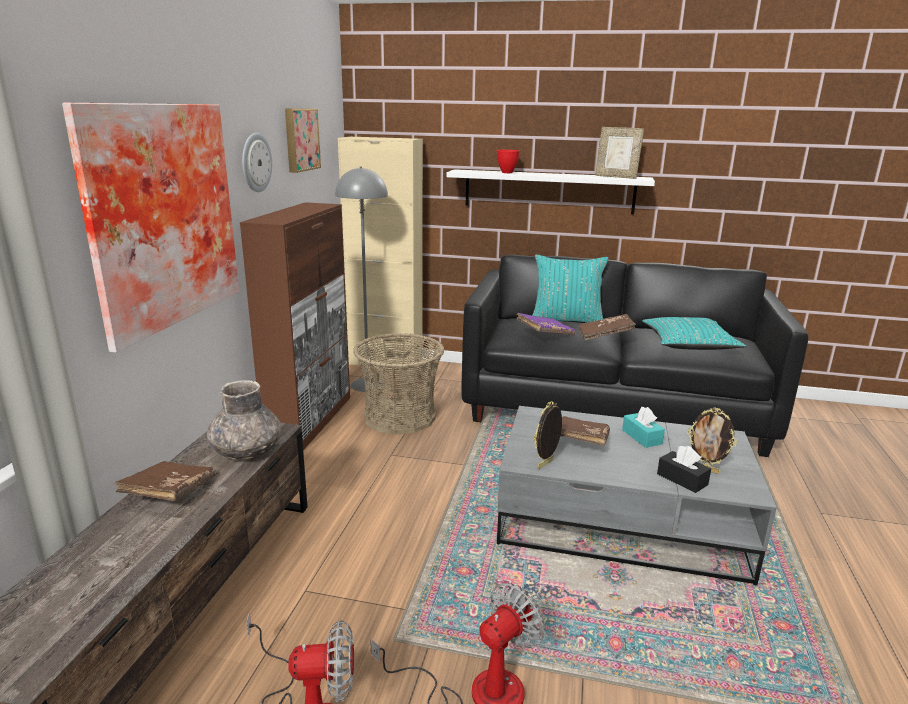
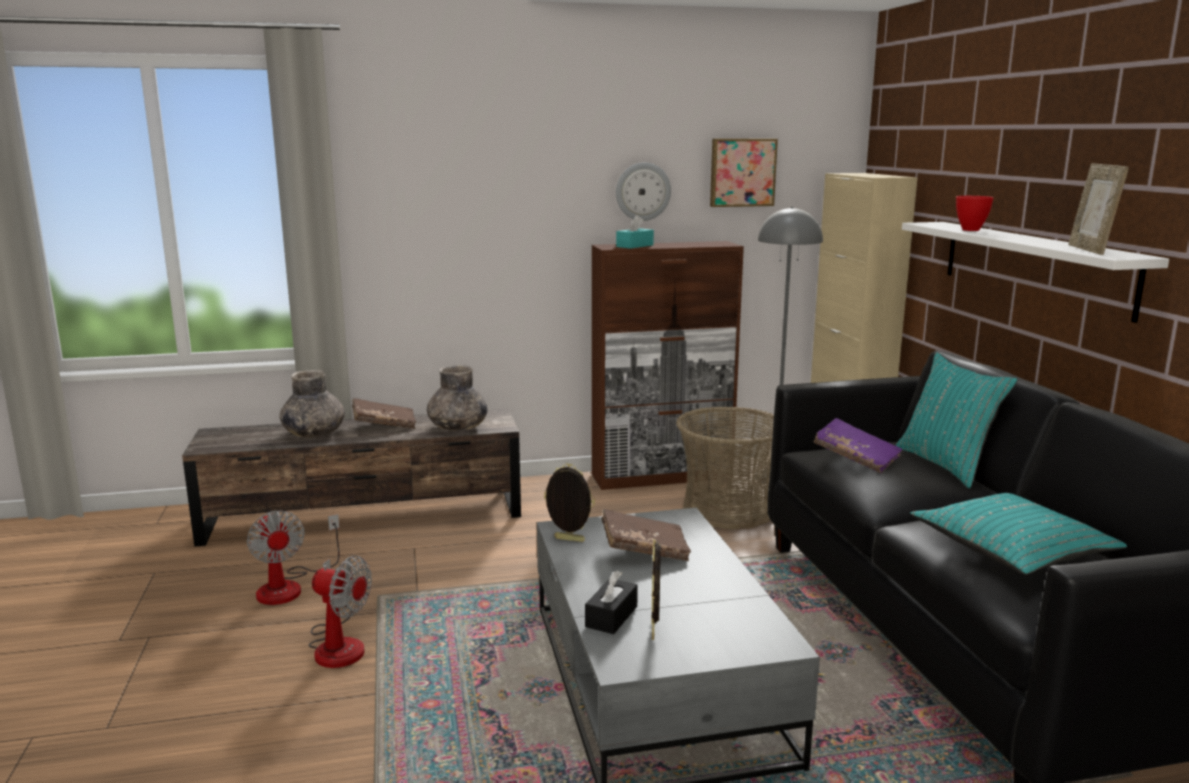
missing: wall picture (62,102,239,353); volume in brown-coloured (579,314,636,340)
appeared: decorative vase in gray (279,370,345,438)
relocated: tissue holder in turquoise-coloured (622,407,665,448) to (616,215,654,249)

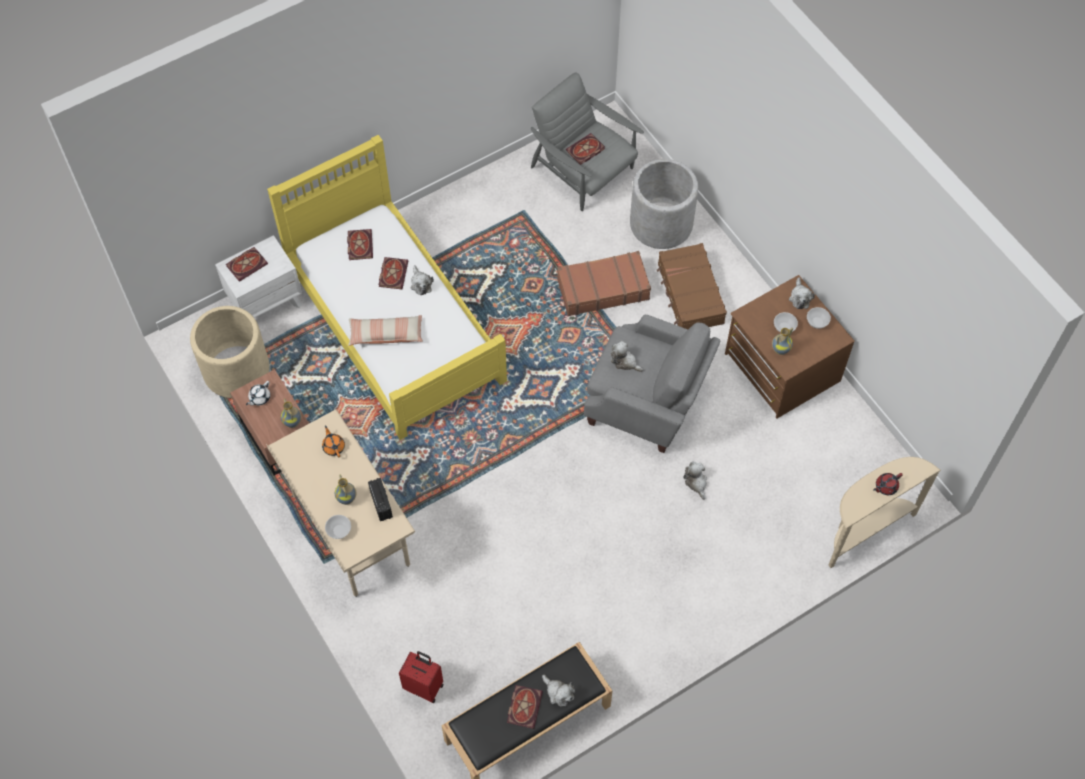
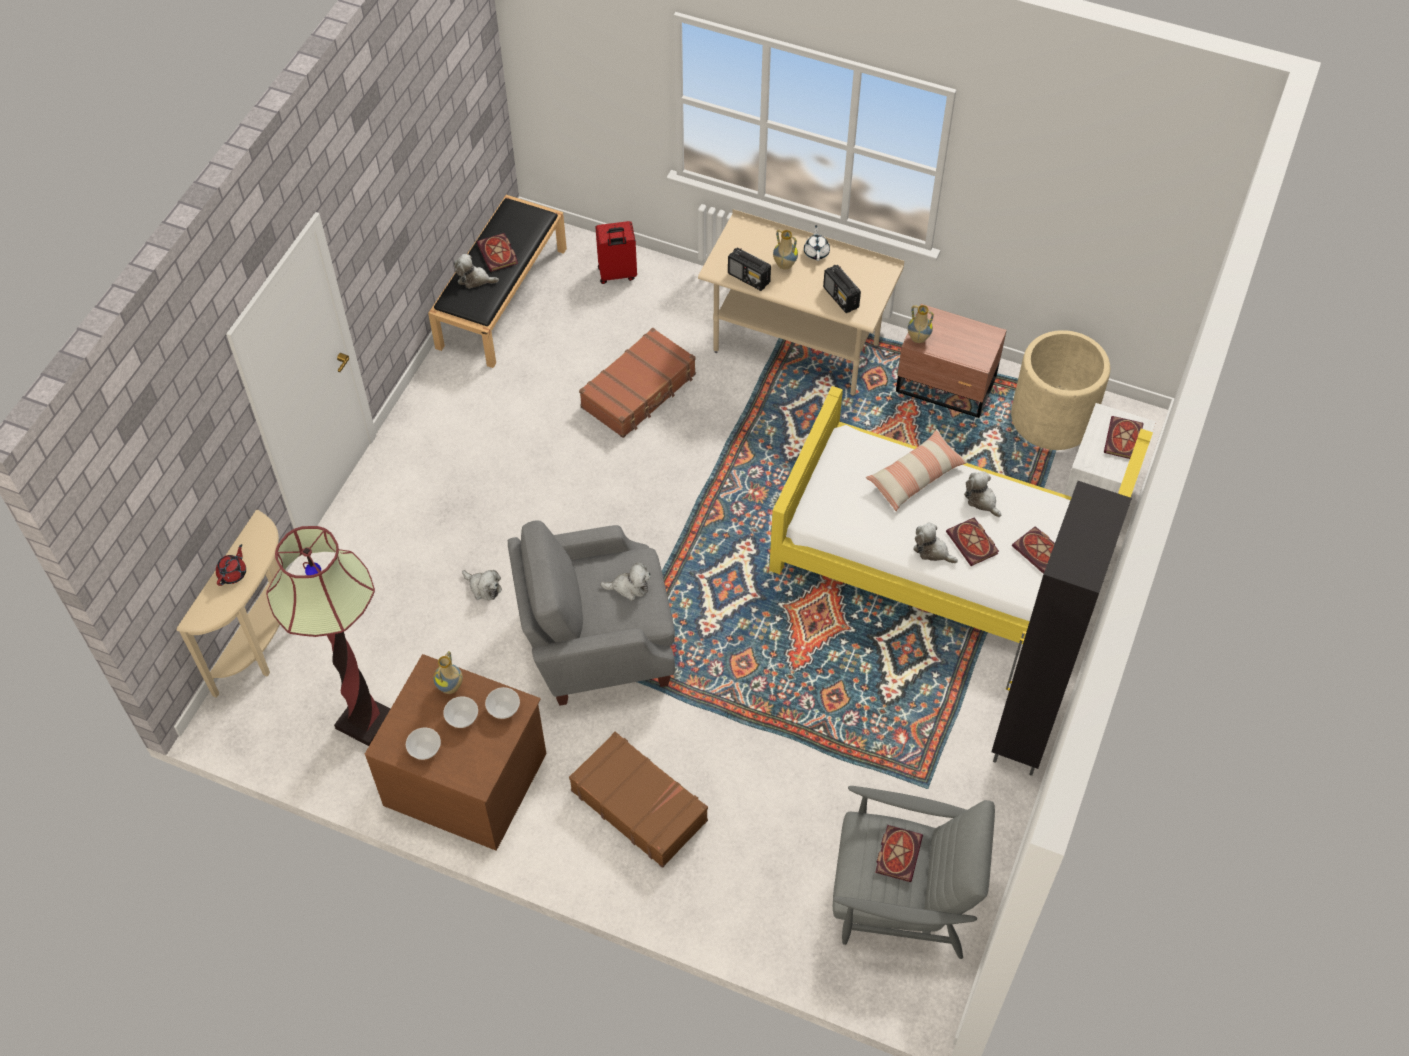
missing: planter in gray (630,159,698,249)
appeared: standing lamp (266,526,390,746); storage cabinet in blackish (991,481,1132,776)
relocated: pot for tea in whitish (246,381,270,406) to (804,225,830,261); bowl (325,515,351,539) to (485,687,520,719); travel case in brown-coloured (557,251,651,316) to (579,328,696,438); soft toy (789,277,815,309) to (964,471,1001,517)
exchanged: pot for tea in orangey (322,425,345,457) to radio set (823,265,861,313)

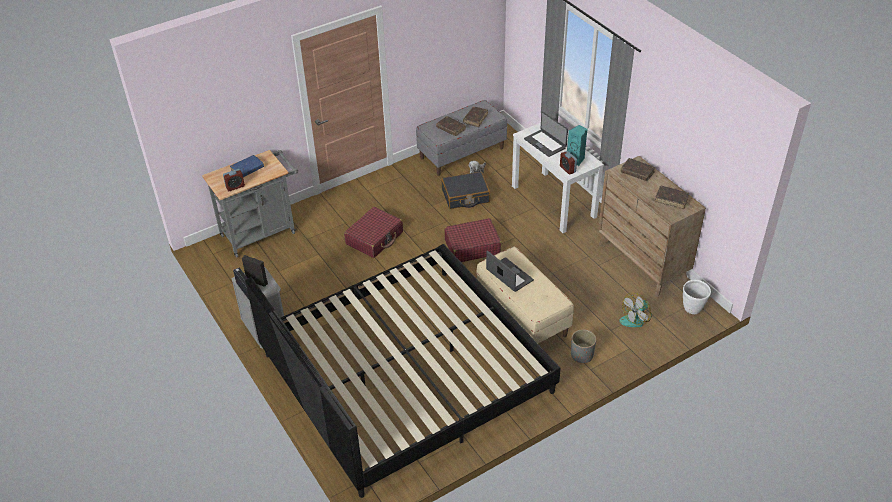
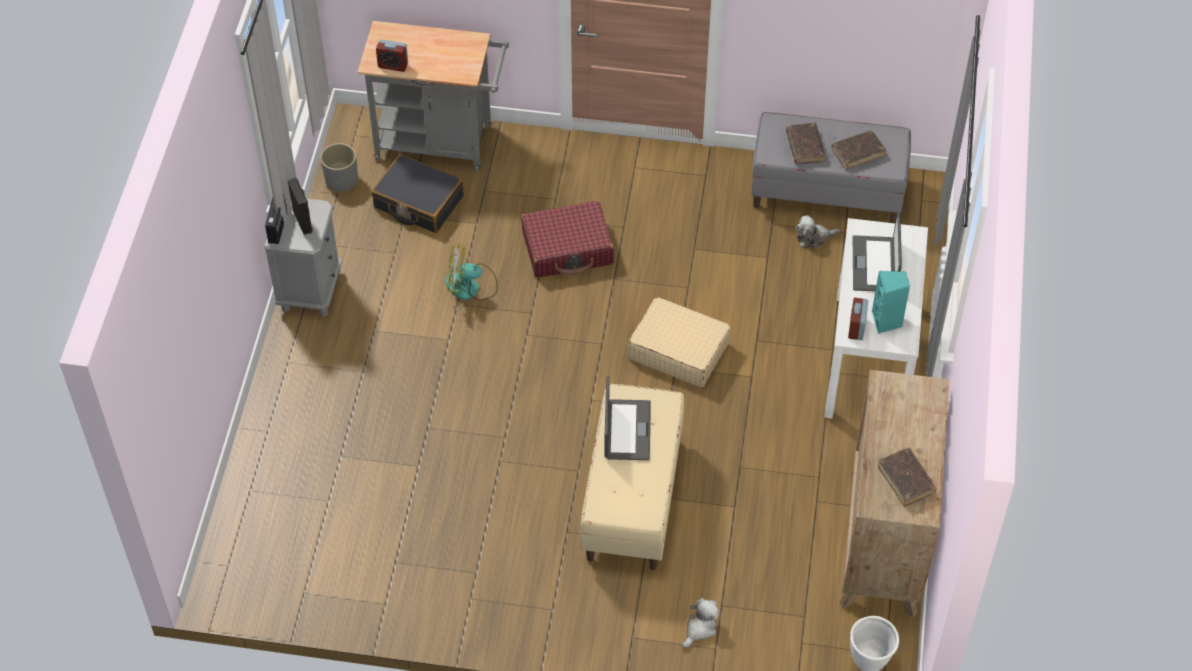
missing: volume in blue (230,155,264,177); bedroom bed (245,244,561,498); volume in brown-coloured (620,158,655,181)
appeared: soft toy (682,598,719,648)
relocated: travel case in blackish (441,172,490,209) to (372,154,464,233); planter in gray (571,329,596,363) to (320,143,358,193); cooling fan (619,293,652,327) to (445,243,498,301)
colour: travel case in reddish (444,218,501,262) to travel case in sand-coloured (628,297,731,387)

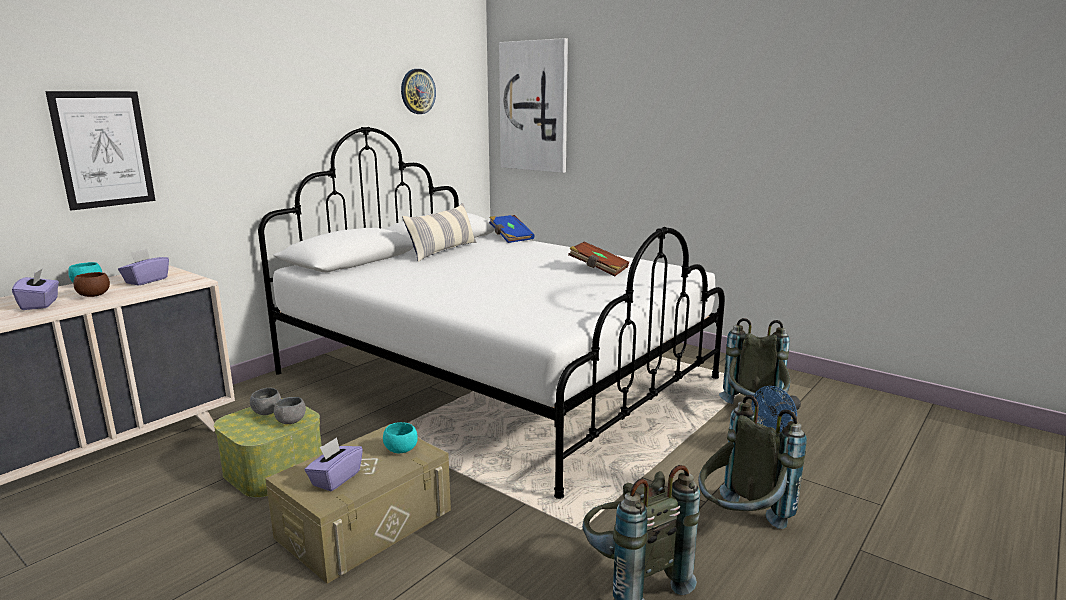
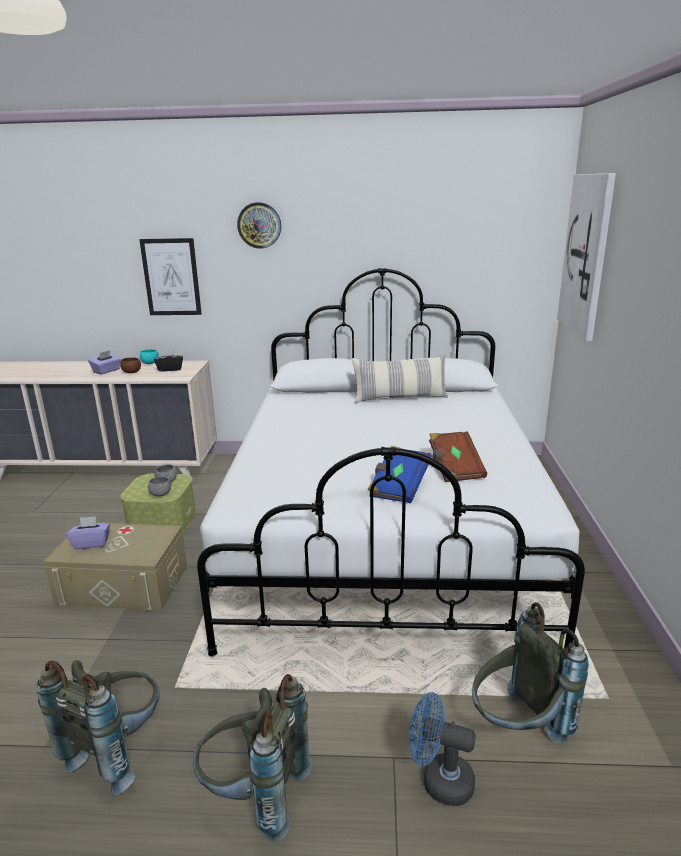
missing: bowl in turquoise-coloured (383,422,418,454)
relocated: wall clock (401,69,436,114) to (237,202,281,249); volume in blue (489,215,535,243) to (367,446,432,504)
colour: tissue holder in purplish (118,249,169,285) to tissue holder in blackish (154,348,183,372)

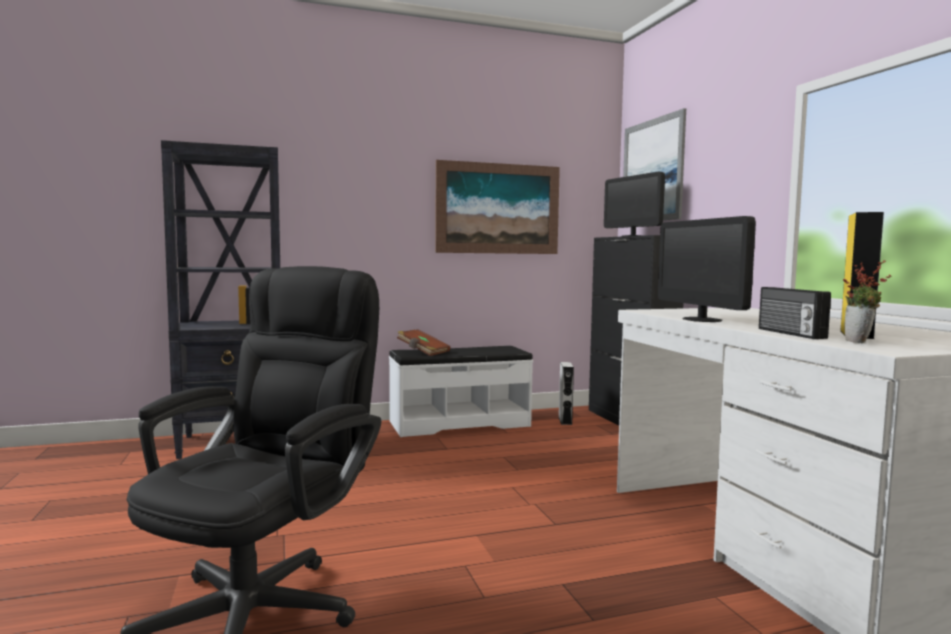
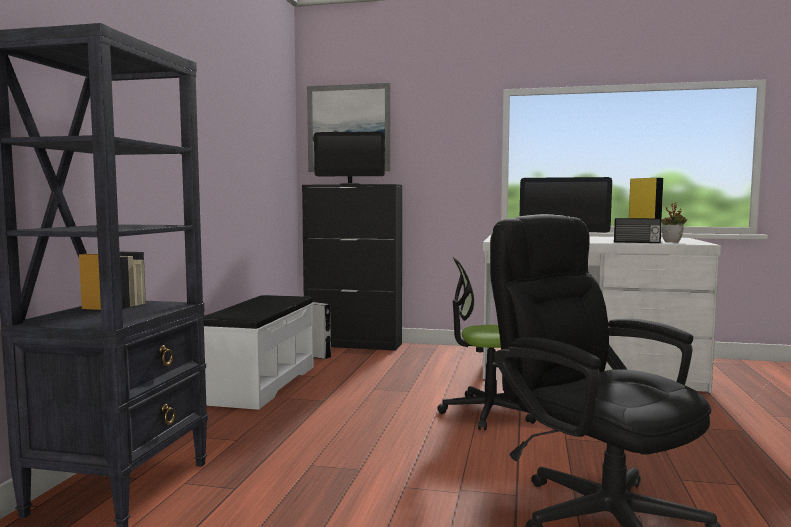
missing: volume in brown-coloured (397,329,450,356); wall picture (435,160,560,254)
appeared: office chair (438,257,536,430)

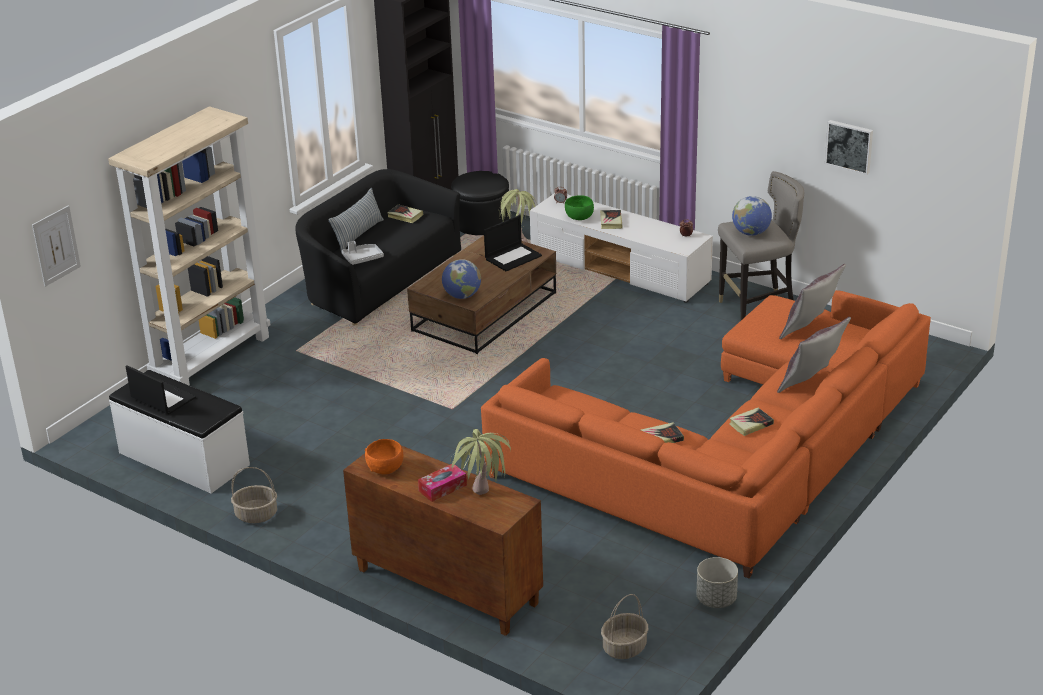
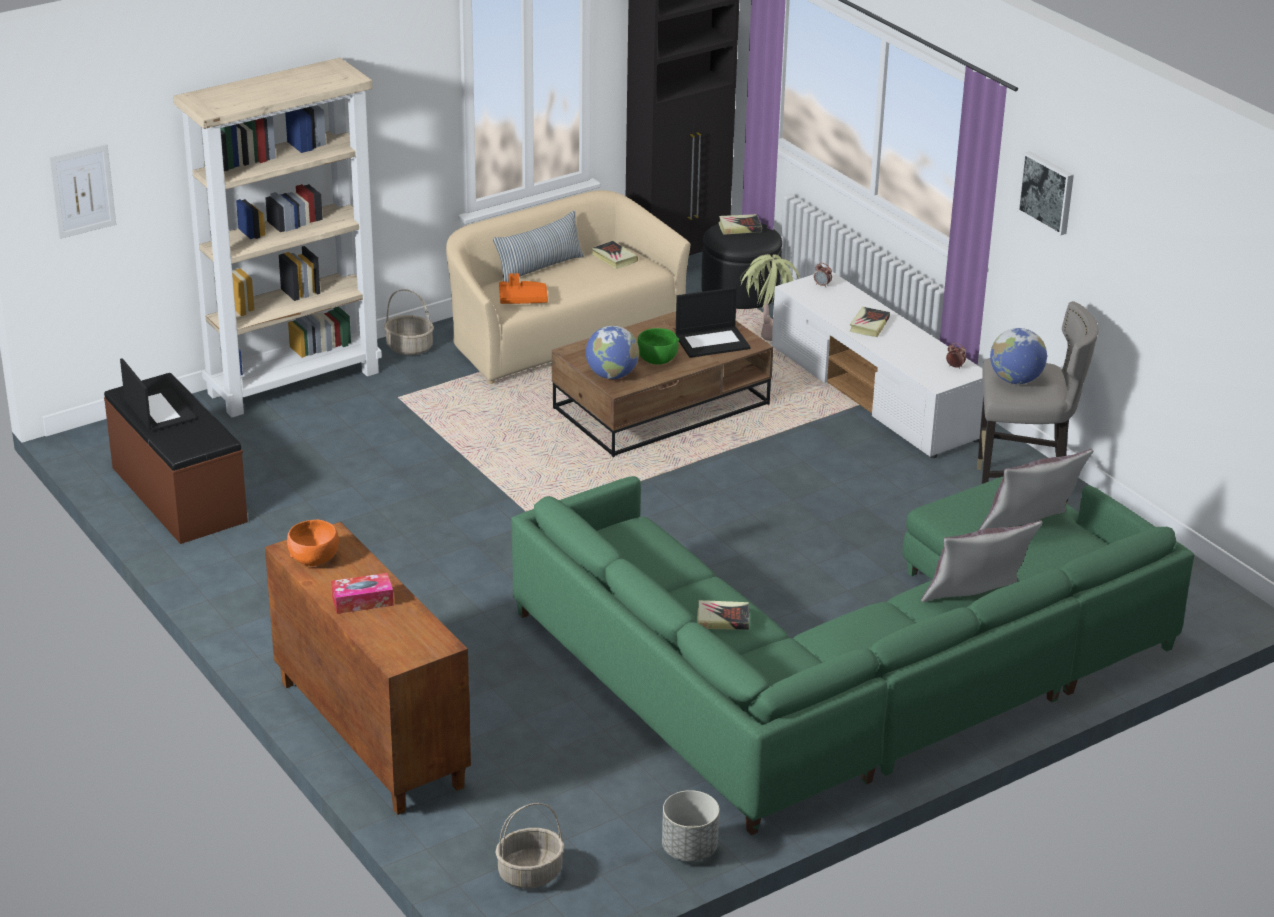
missing: potted plant (450,429,511,495)
relocated: household basket (231,467,277,523) to (384,289,434,355); bowl in green-coloured (565,195,594,220) to (637,328,679,365); volume (729,408,774,436) to (718,214,762,235); wall picture (825,120,873,175) to (1017,151,1074,236)
colour: long seat in whitish (109,370,250,494) to long seat in brown-coloured (104,373,248,544); sofa in blackish (295,169,461,326) to sofa in sand-coloured (446,190,691,384); carrying tray in gray (341,241,384,265) to carrying tray in orangey (499,273,548,304); sofa in orangey (481,290,931,578) to sofa in green-coloured (511,476,1195,835)

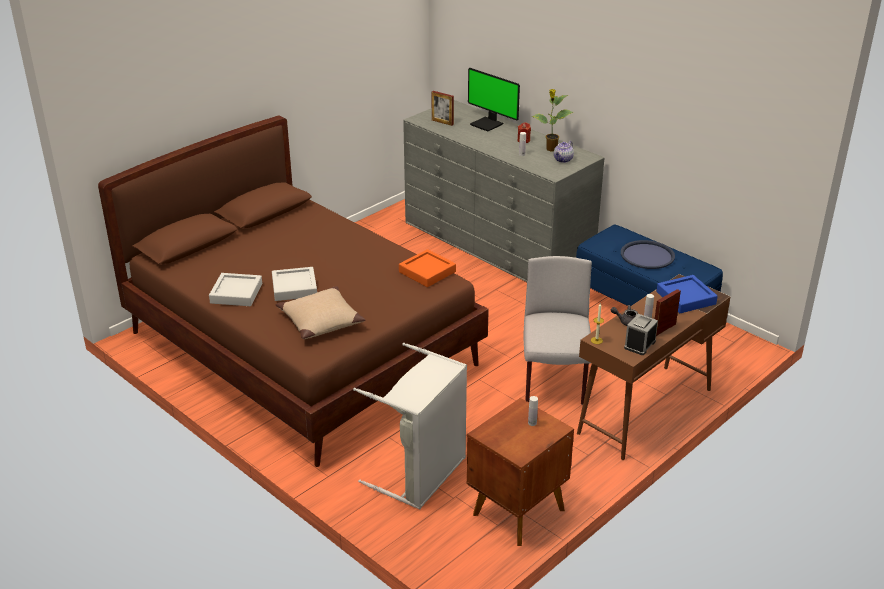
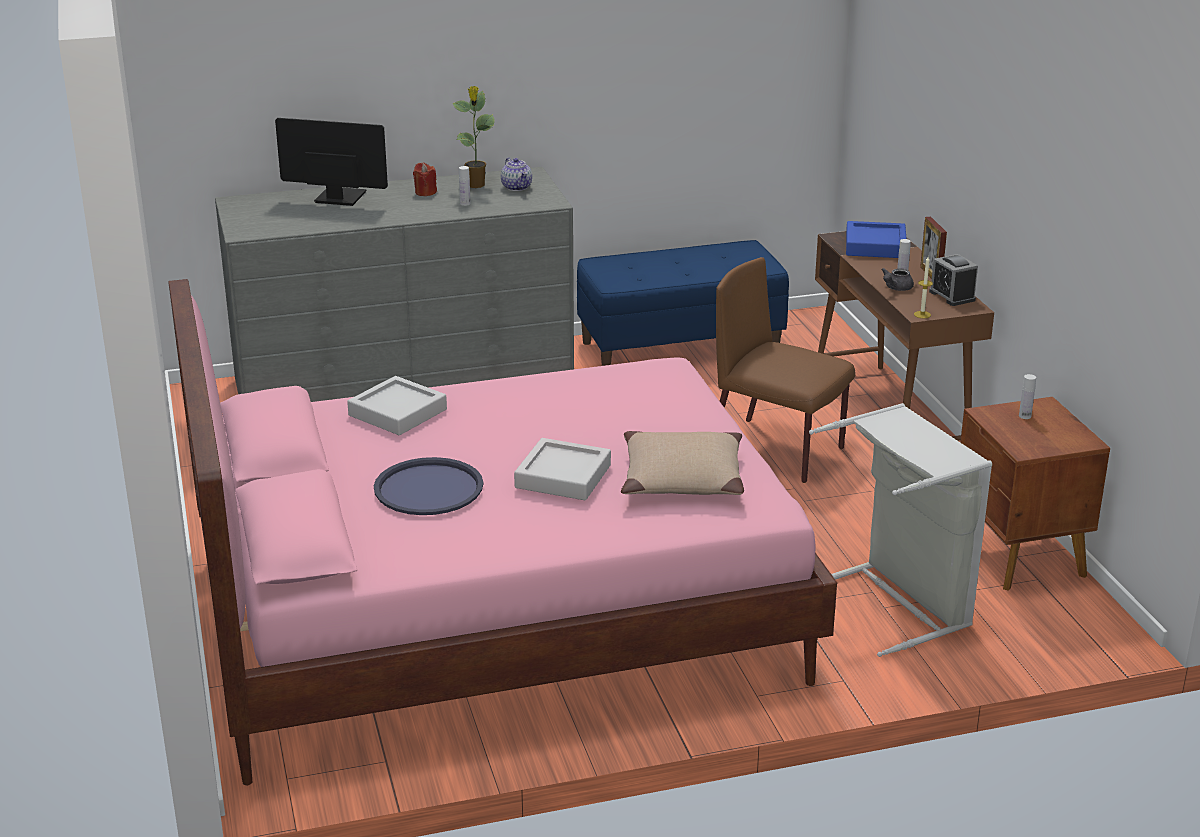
missing: carrying tray in orangey (399,249,456,287); picture frame (432,91,454,126)
relocated: carrying tray in gray (209,273,262,306) to (347,376,447,435); carrying tray in blue (621,240,675,269) to (374,457,483,515)
colour: bedroom bed in brown-coloured (98,116,489,467) to bedroom bed in pink (168,279,837,785); plain chair in gray (524,256,592,405) to plain chair in brown-coloured (716,257,855,483)
spun: computer screen (468,68,520,131) = (275,118,388,206) 150 degrees counterclockwise

